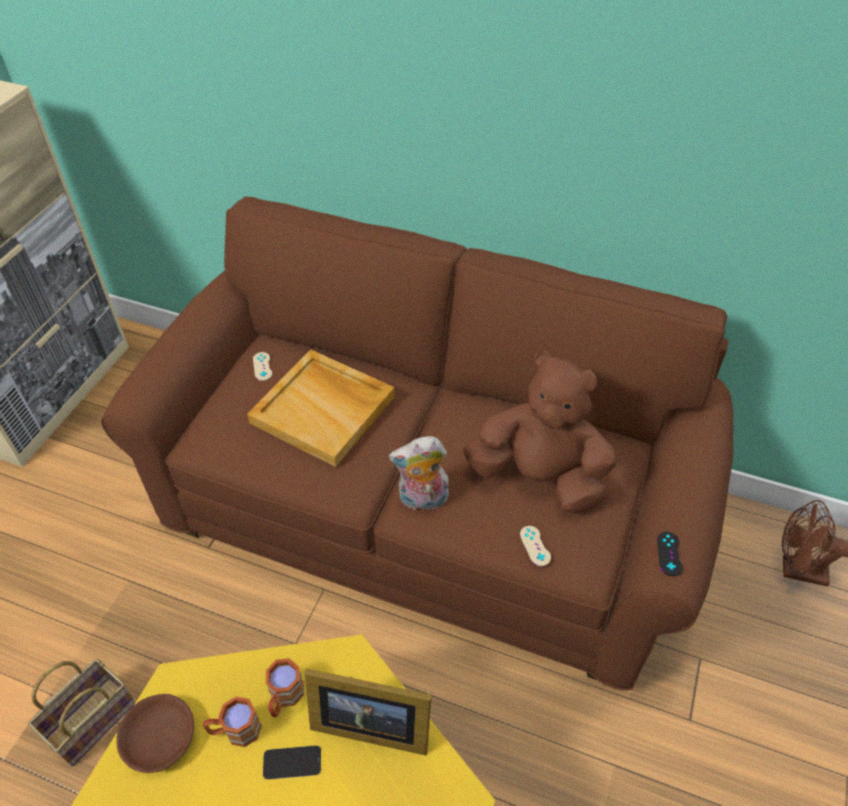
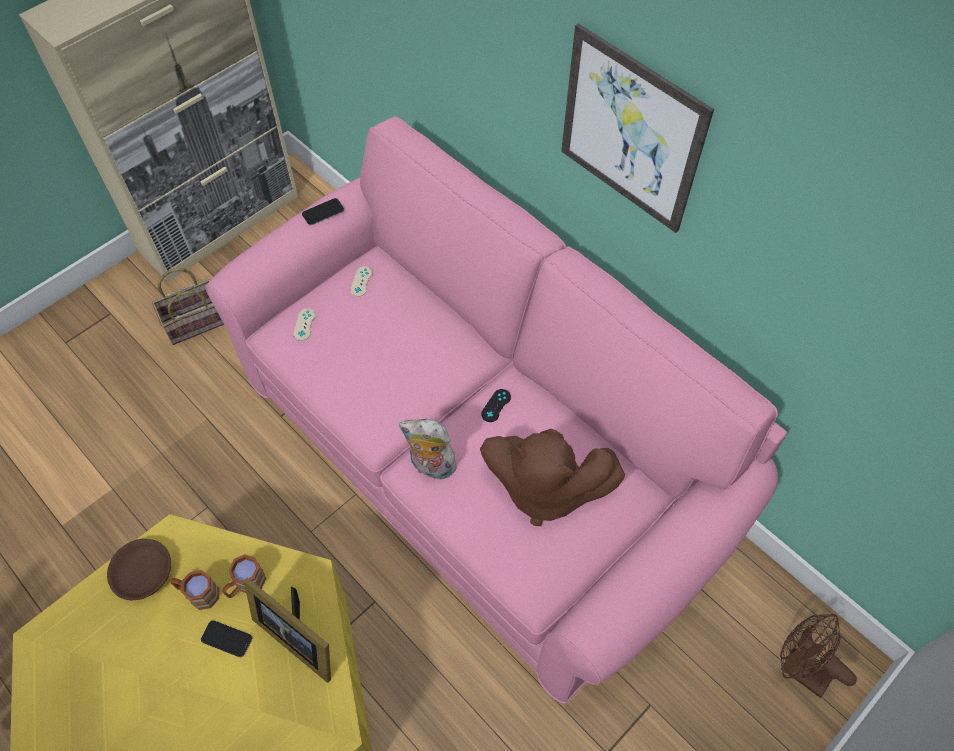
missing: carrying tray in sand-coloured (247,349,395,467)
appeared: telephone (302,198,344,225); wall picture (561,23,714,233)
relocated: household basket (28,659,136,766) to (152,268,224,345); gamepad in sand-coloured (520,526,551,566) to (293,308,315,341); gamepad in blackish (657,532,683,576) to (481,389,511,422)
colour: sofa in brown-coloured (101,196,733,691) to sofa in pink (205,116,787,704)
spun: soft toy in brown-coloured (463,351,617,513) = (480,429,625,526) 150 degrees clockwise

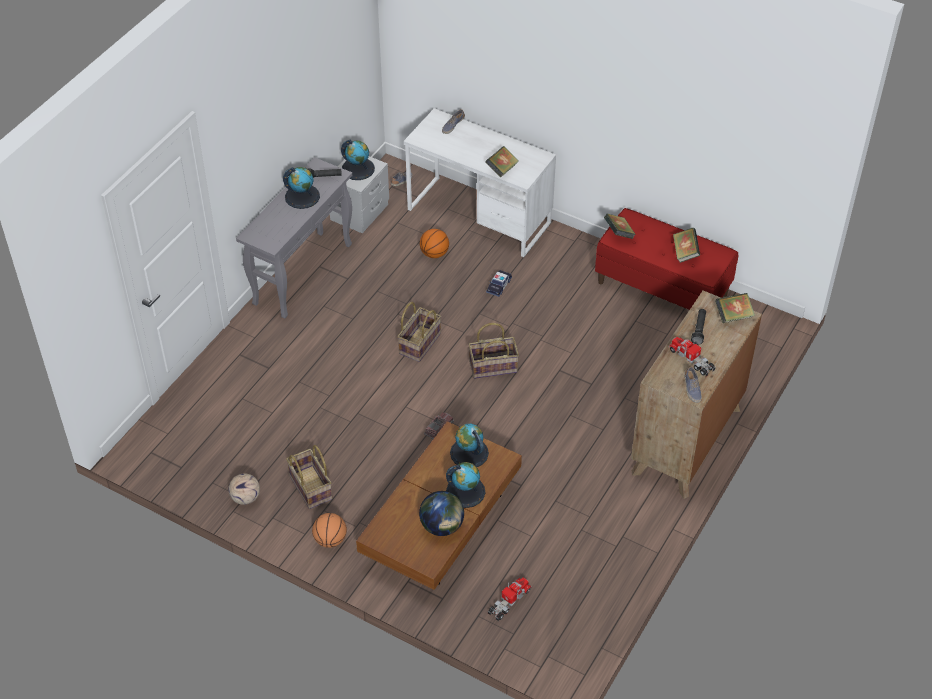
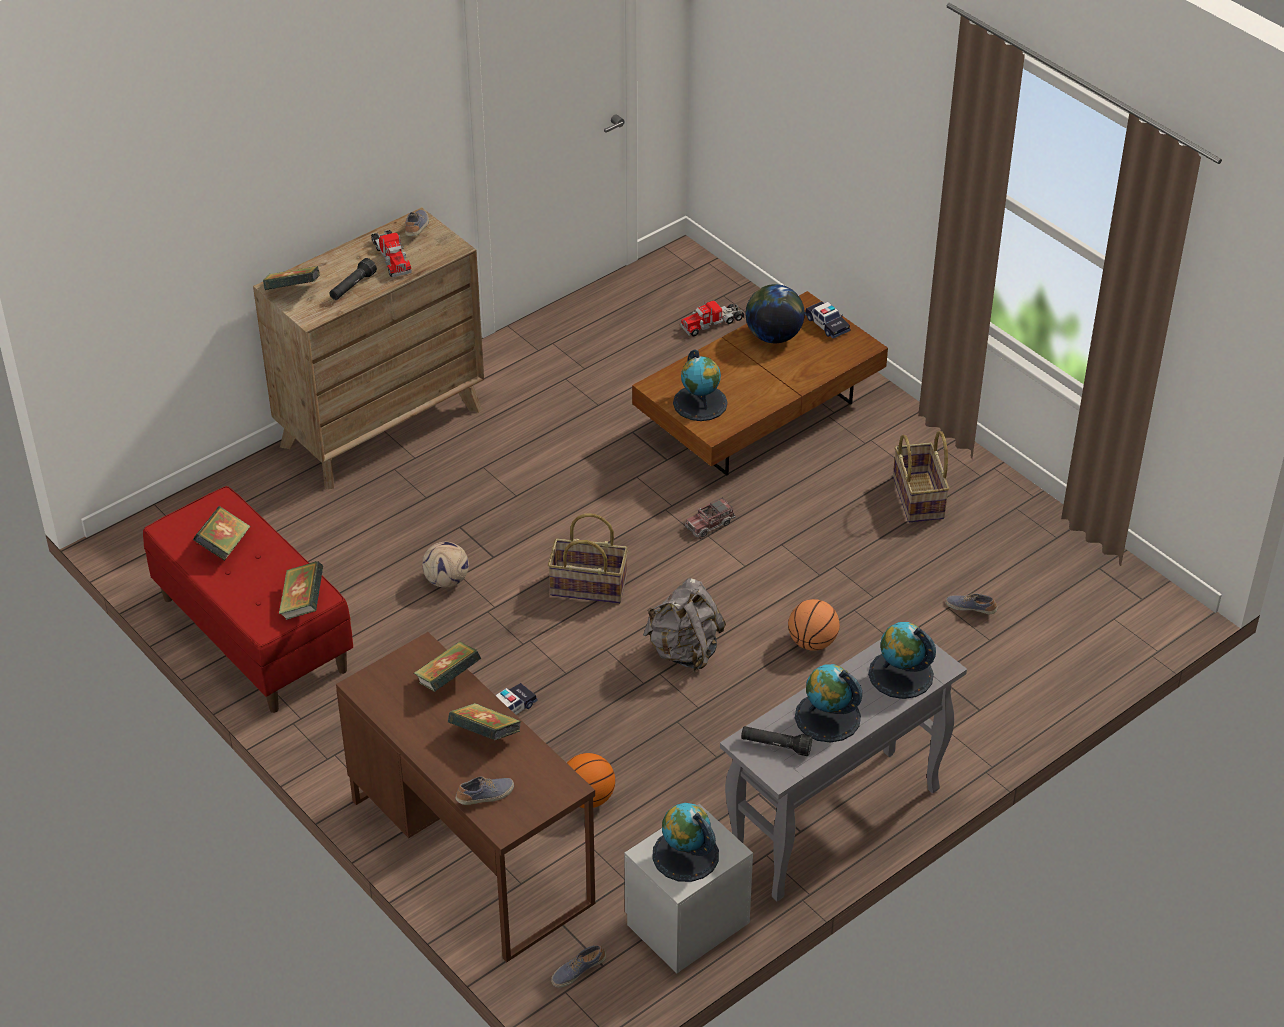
appeared: volume (448,703,521,740); model car (805,301,850,339); low shoe (946,593,998,614)
relocated: ball for football (229,473,260,505) to (422,542,469,588); ball for basketball (312,513,347,548) to (788,599,840,651); world globe (446,462,485,508) to (868,622,936,699)
exchanged: household basket (397,302,441,362) to knapsack in gray (643,578,726,671)
colour: desk table in whitish (404,108,556,257) to desk table in brown-coloured (336,632,595,962)

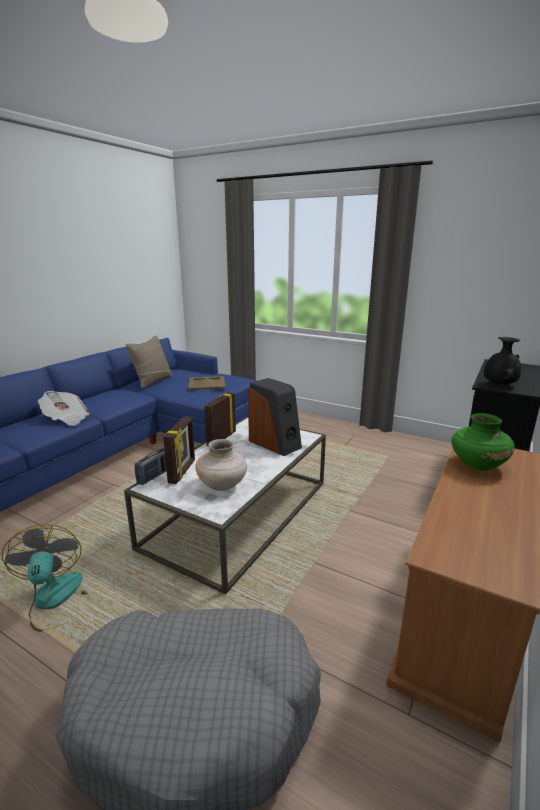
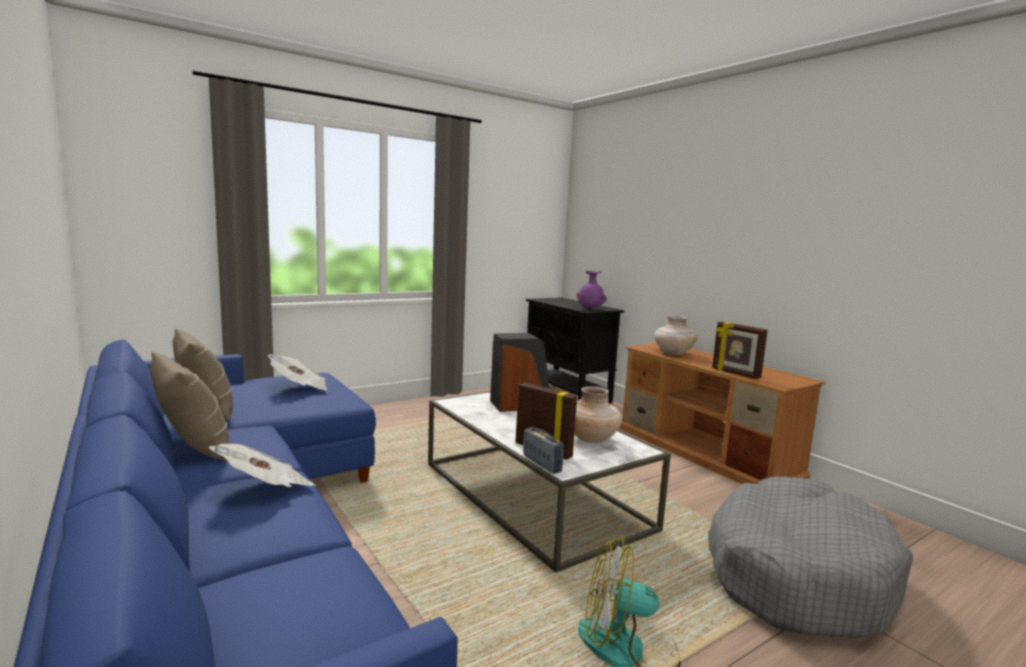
appeared: throw pillow in sand-coloured (150,352,229,462)
relocated: picture frame (205,392,236,446) to (712,322,768,379)
exchanged: carrying tray in sand-coloured (188,376,225,390) to daily paper (268,354,327,390)
colour: decorative vase in green-coloured (451,413,515,470) to decorative vase in sand-coloured (654,315,697,355); decorative vase in blackish (484,337,521,385) to decorative vase in purplish (577,271,607,309)

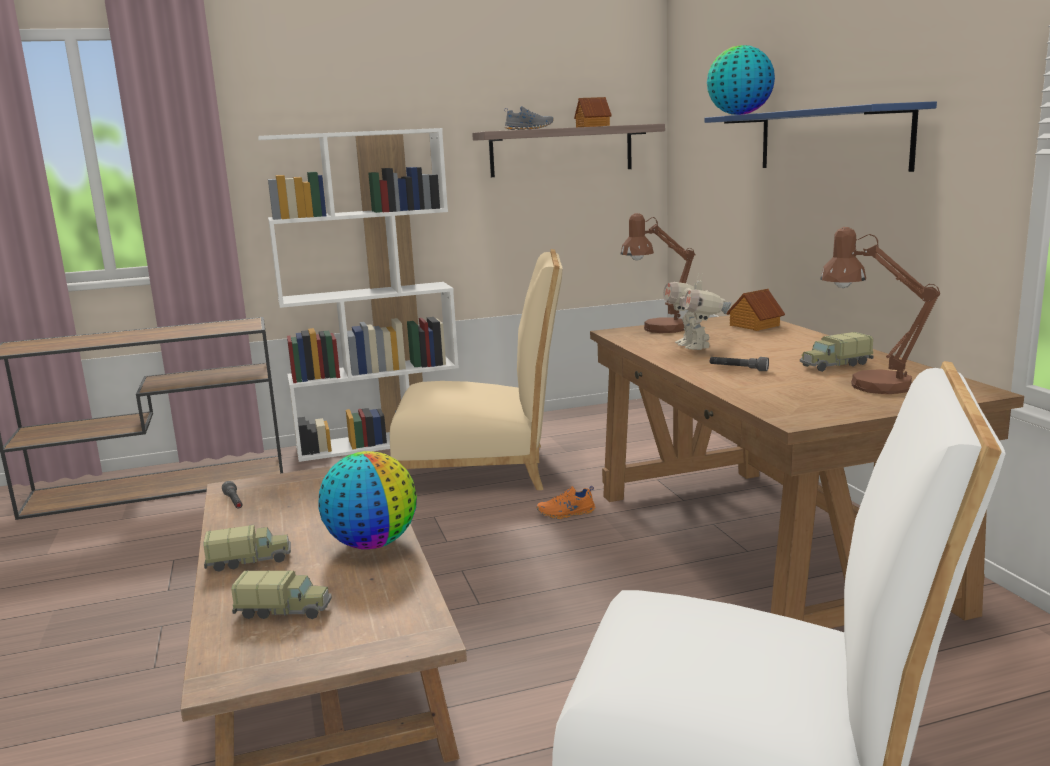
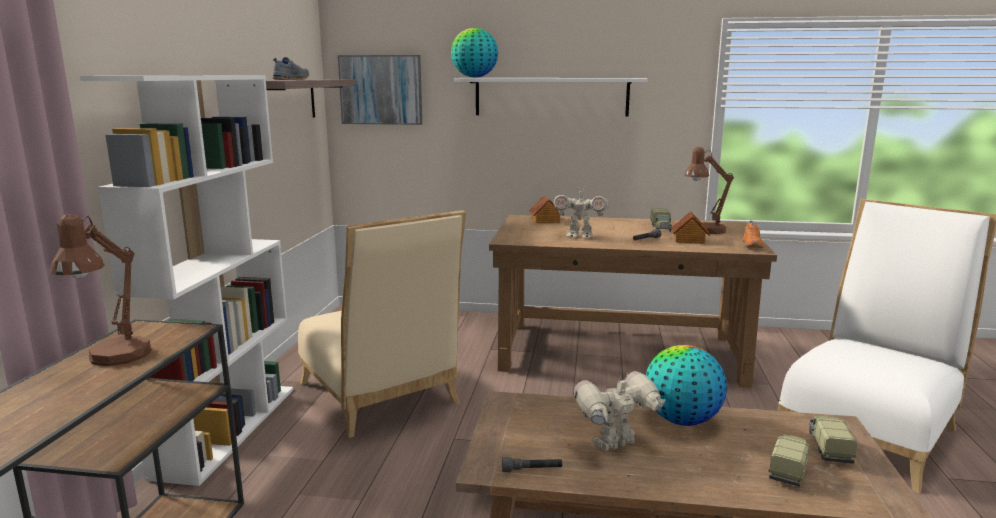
appeared: wall picture (338,55,422,125); model robot (574,371,666,451)
relocated: toy truck (204,525,291,572) to (809,416,857,464); low shoe in orangey (536,486,595,519) to (742,221,764,248); model house (574,97,612,127) to (672,211,710,244); table lamp in brown-coloured (620,213,695,333) to (51,214,152,366)
colour: shelf in blue (704,101,937,172) to shelf in whitish (454,78,648,117)
spun: plain chair in sand-coloured (390,249,562,490) = (298,210,466,438) 120 degrees clockwise

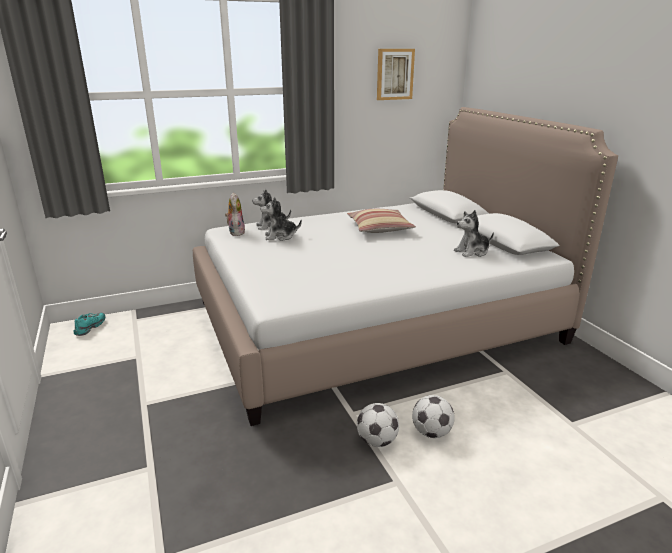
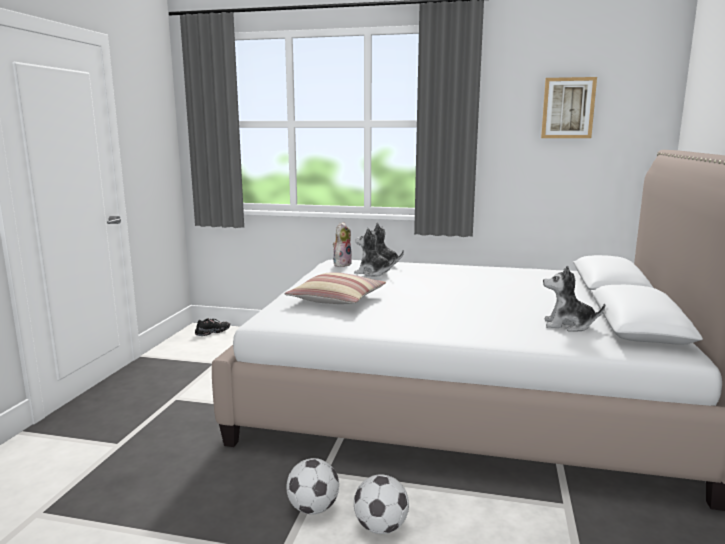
relocated: throw pillow (347,209,416,233) to (285,272,386,304)
colour: low shoe in turquoise-coloured (74,313,106,336) to low shoe in blackish (195,318,230,336)

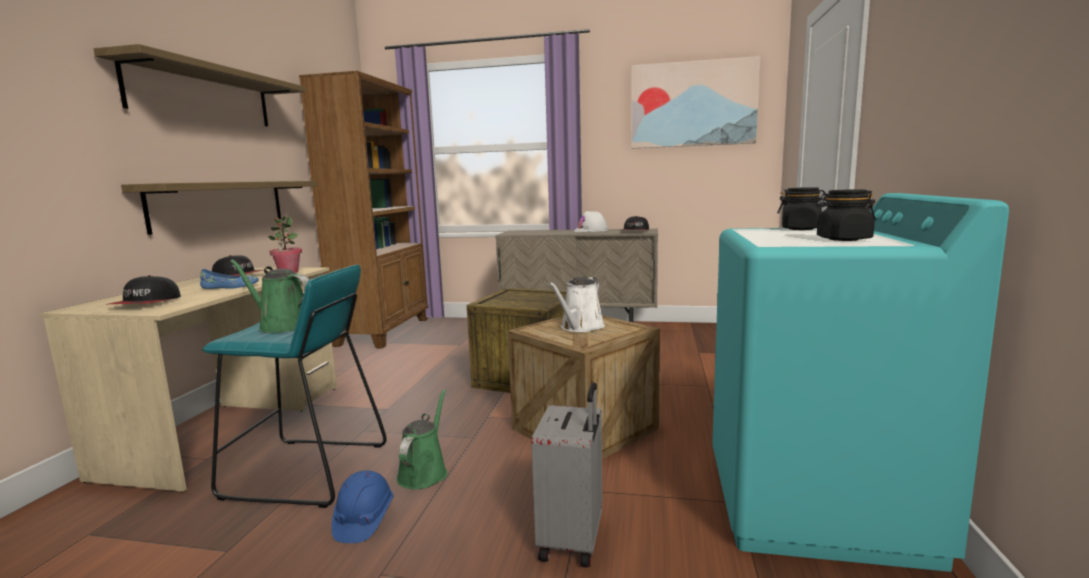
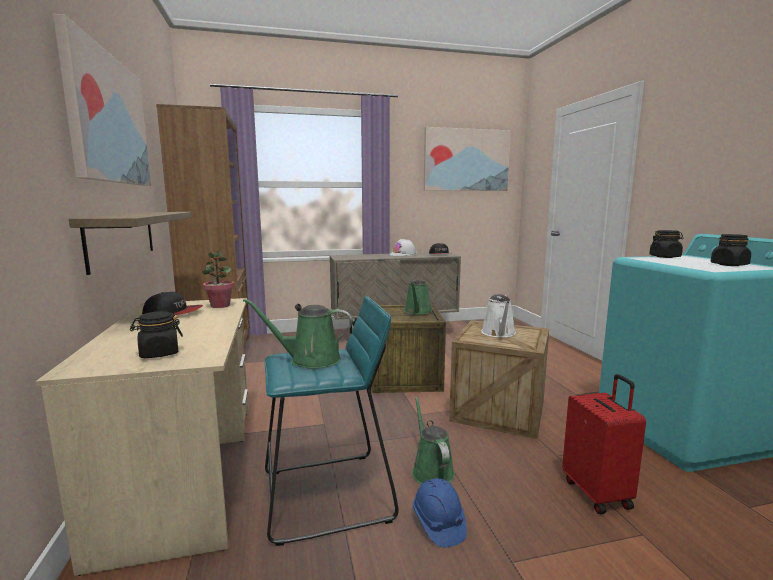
missing: low shoe in blue (200,269,259,289)
appeared: sprinkling can in green-coloured (404,279,432,315)
exchanged: shelf (94,44,306,126) to wall picture (53,14,151,186); cap (105,275,181,305) to preserve jar in blackish (130,311,183,358)
colour: travel case in gray (531,382,602,568) to travel case in reddish (562,374,646,514)

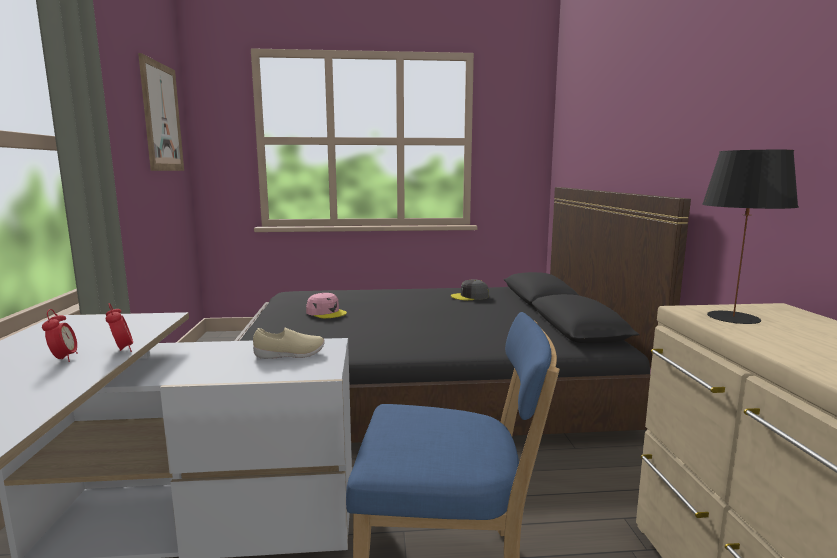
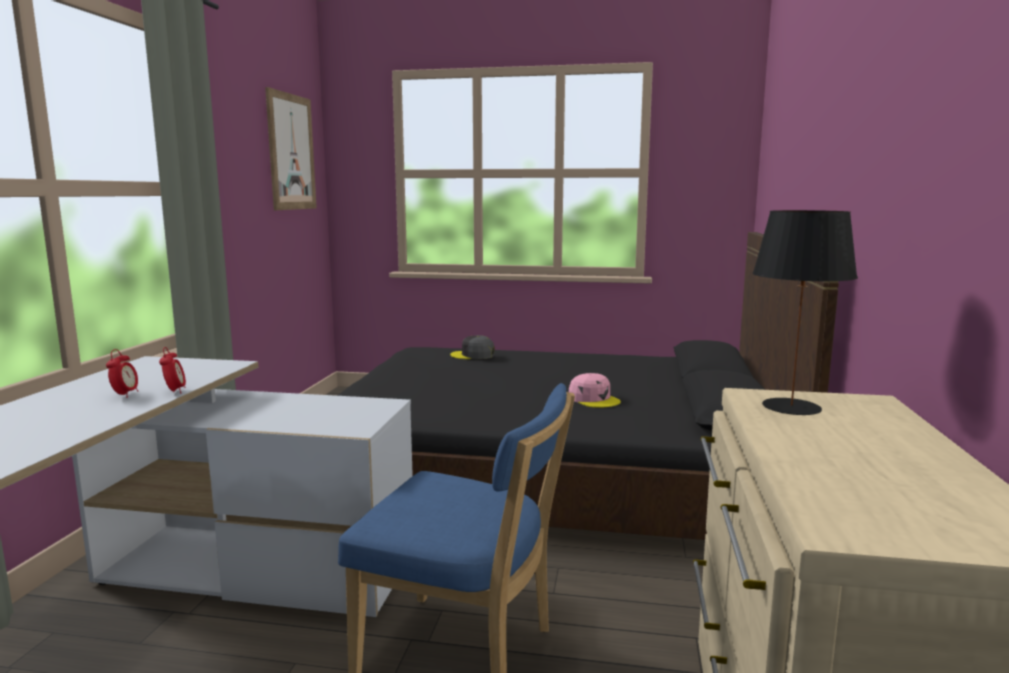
missing: low shoe in sand-coloured (253,328,325,359)
relocated: cap in pink (306,293,347,318) to (569,373,621,408); cap in gray (451,279,489,300) to (450,335,495,359)

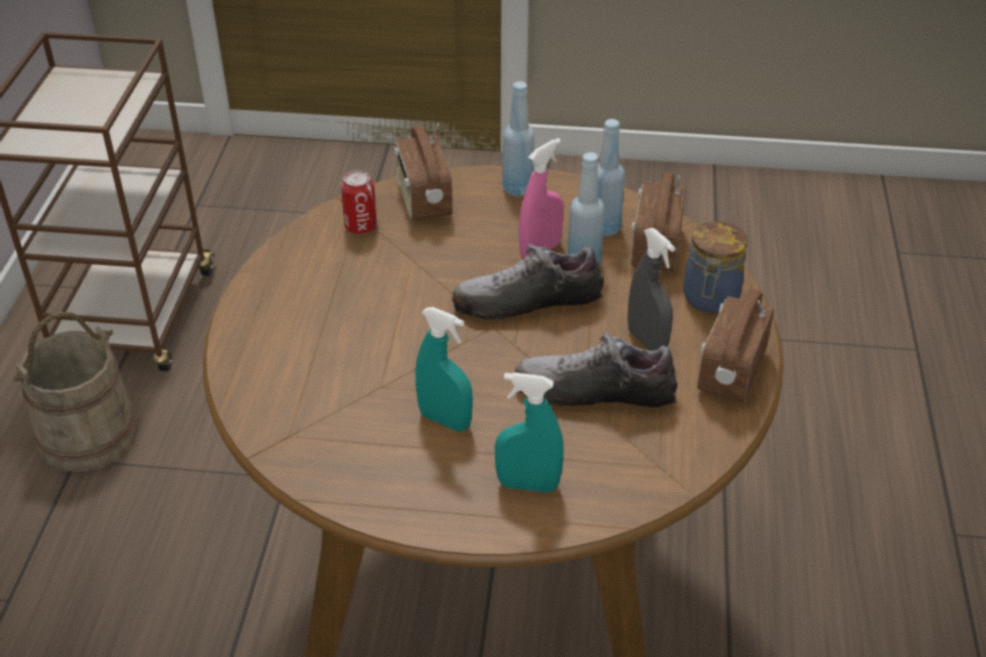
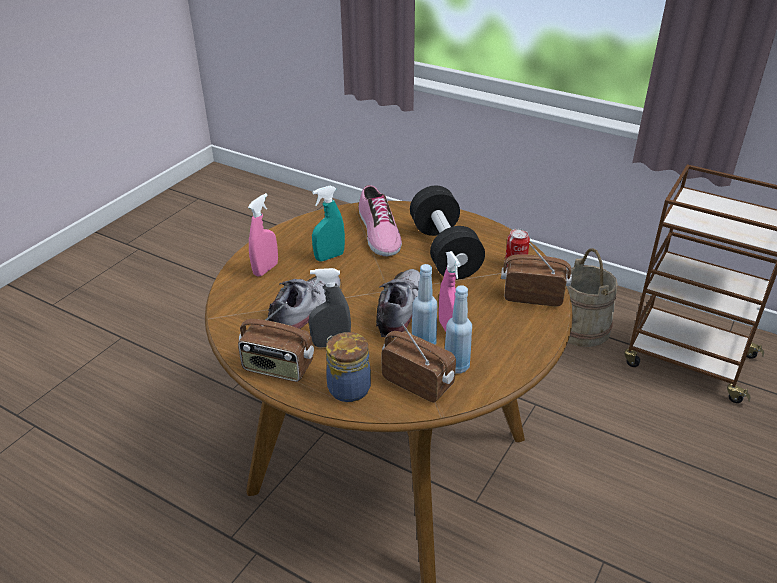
missing: drink bottle in blue (502,81,535,196)
appeared: low shoe (359,185,402,256); hand weight in blackish (410,186,485,280)
colour: hand sprayer in turquoise-coloured (495,372,564,493) to hand sprayer in pink (248,193,278,277)
spun: radio set (697,289,774,403) = (238,302,314,382) 150 degrees clockwise

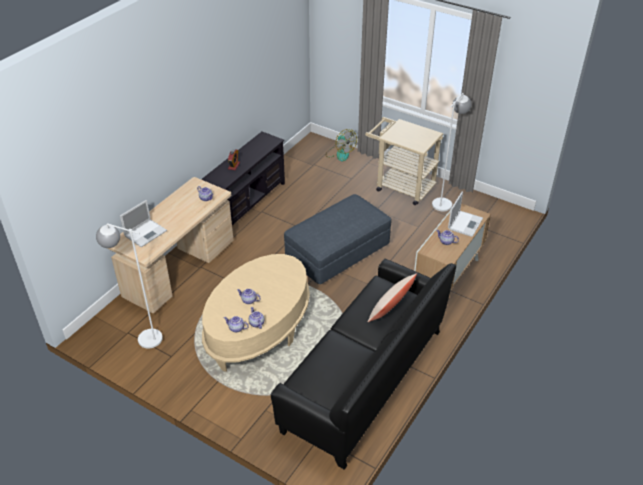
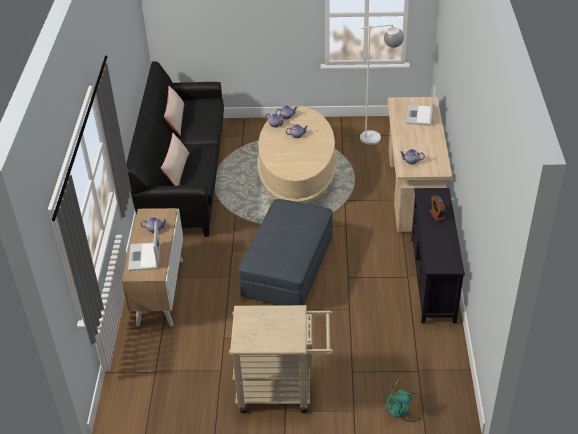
missing: standing lamp in whitish (432,93,472,211)
appeared: throw pillow in sand-coloured (164,86,184,136)

